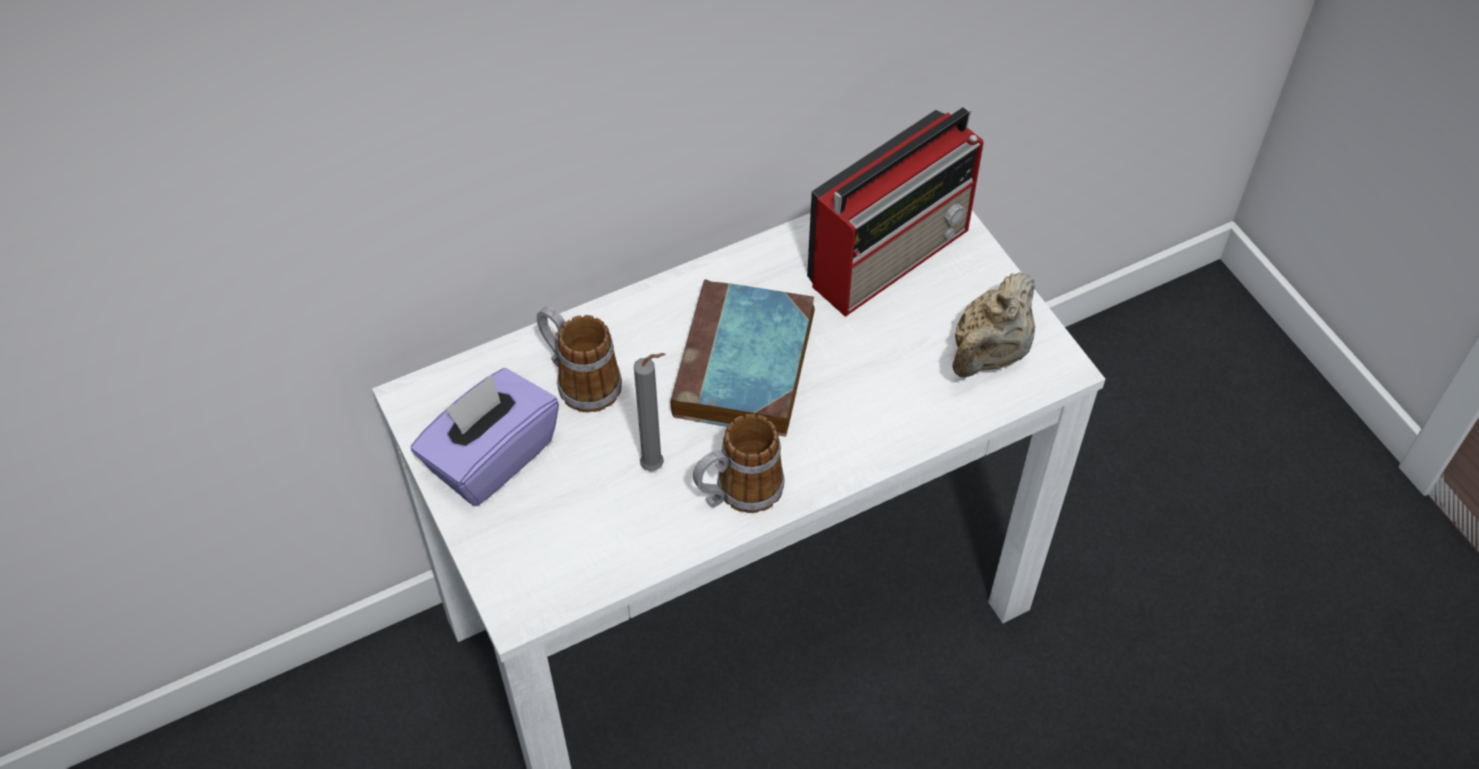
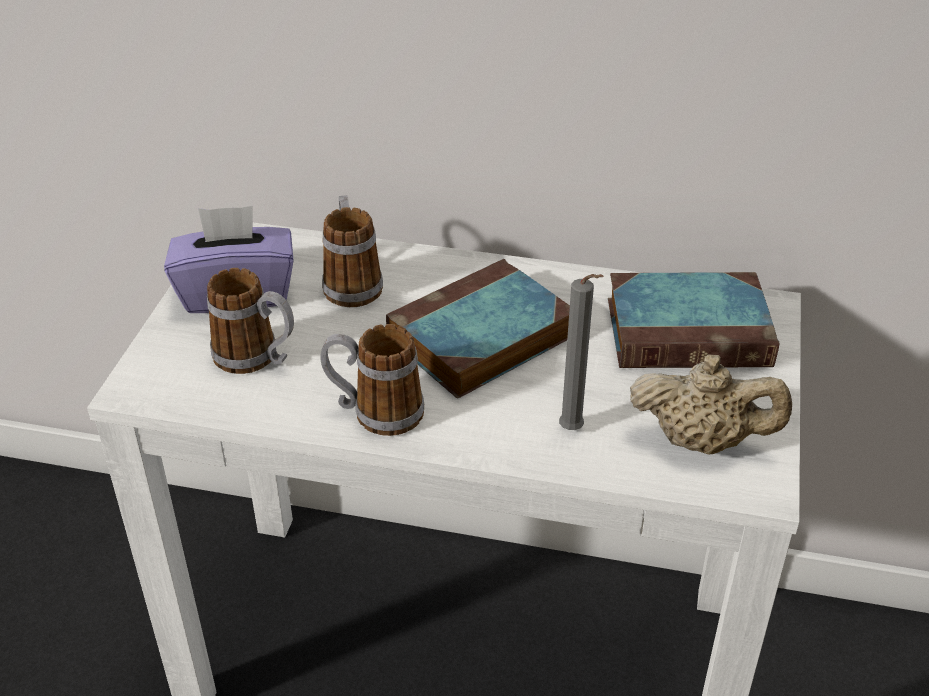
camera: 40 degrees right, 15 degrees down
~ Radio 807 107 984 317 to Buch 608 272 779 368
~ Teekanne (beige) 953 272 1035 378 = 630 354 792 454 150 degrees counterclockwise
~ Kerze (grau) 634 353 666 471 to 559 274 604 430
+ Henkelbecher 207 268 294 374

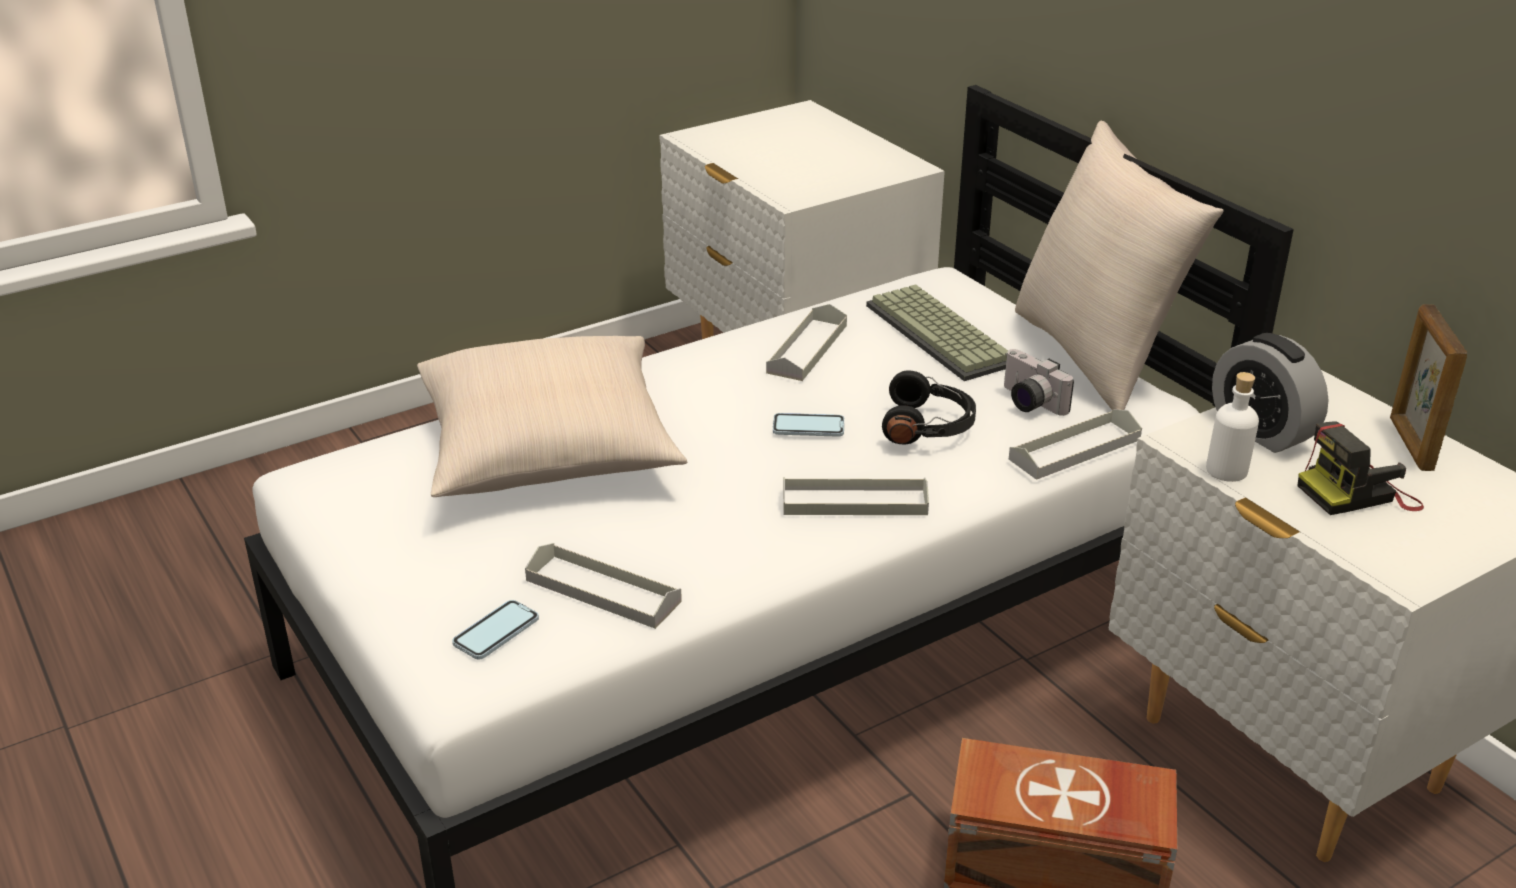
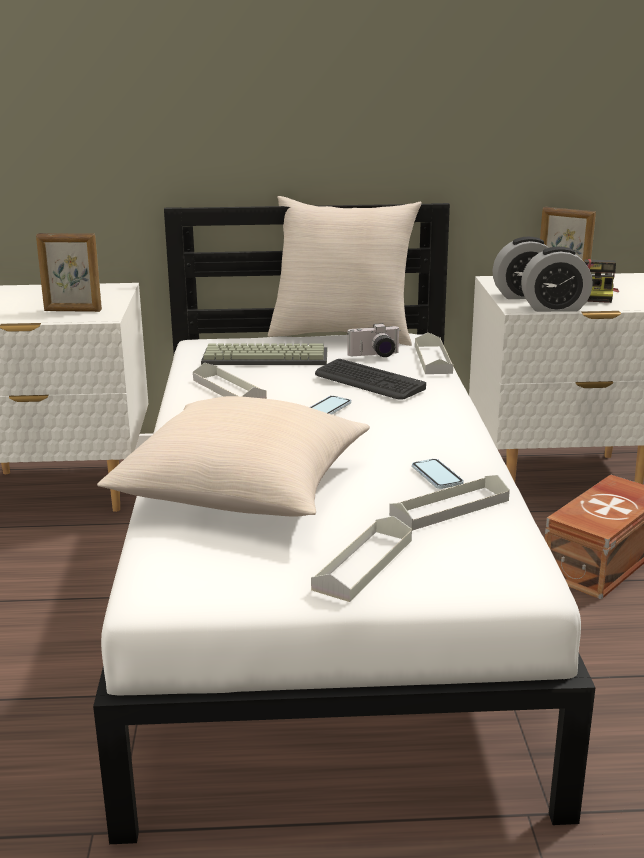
camera: 60 degrees left, 10 degrees down
~ Kopfhörer (schwarz) 882 370 976 444 to Tastatur 315 359 426 400
~ Flasche (weiß) 1206 372 1259 482 to Wecker 521 246 593 312
~ Tablett (grau) 783 477 929 515 to 311 516 412 602
~ Handy 452 600 539 659 to 412 459 464 489
+ Bilderrahmen 36 233 102 312

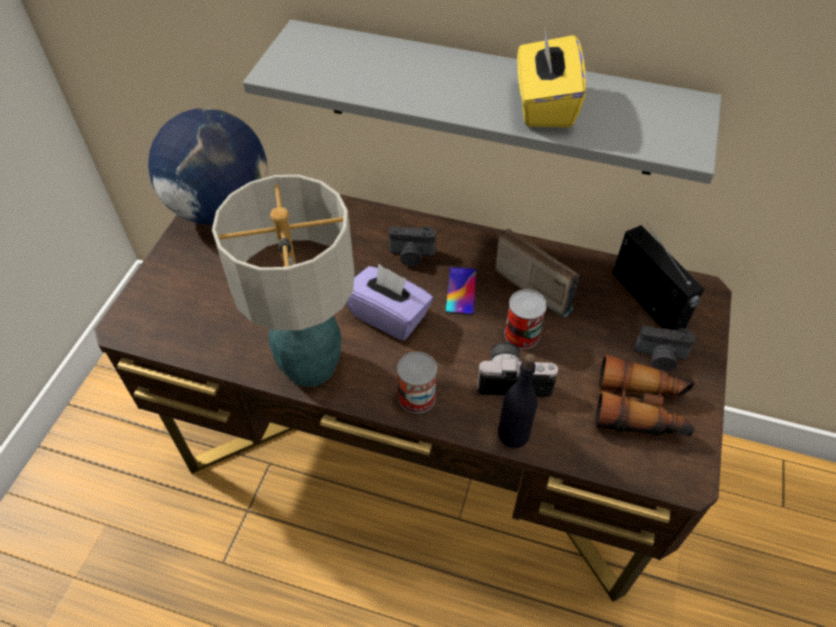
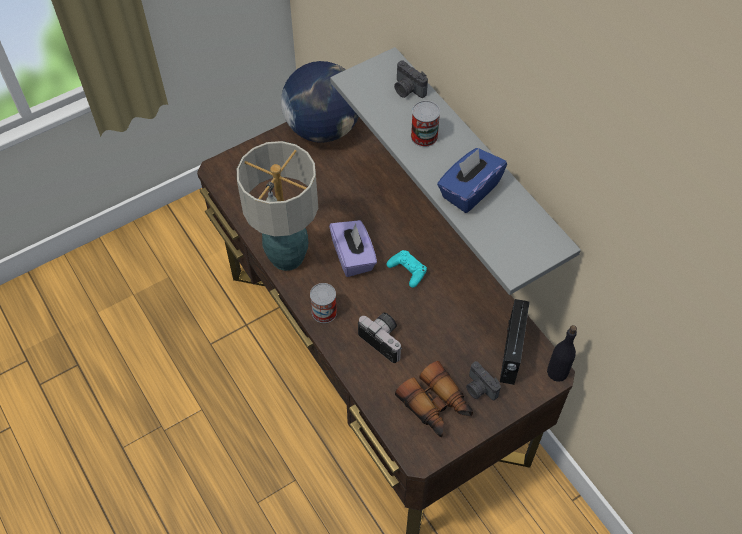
camera: 40 degrees right, 5 degrees up
~ Taschentuchbox (gelb) 517 29 586 128 to Taschentuchbox (blau) 437 148 507 213
~ Kamera 389 226 436 267 to 394 60 428 98
- Radio 495 228 580 318
~ Handy 446 267 477 315 to Gamepad (türkis) 386 250 427 288
~ Dose 504 289 547 349 to 411 100 440 147
~ Flasche (schwarz) 498 354 537 448 to 547 325 577 382

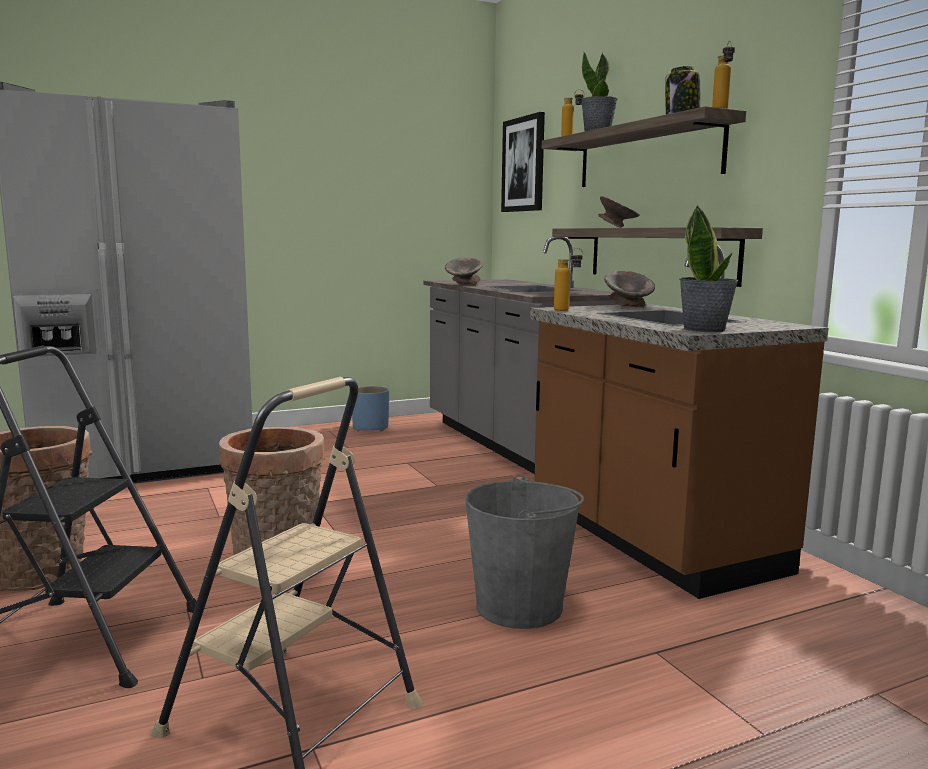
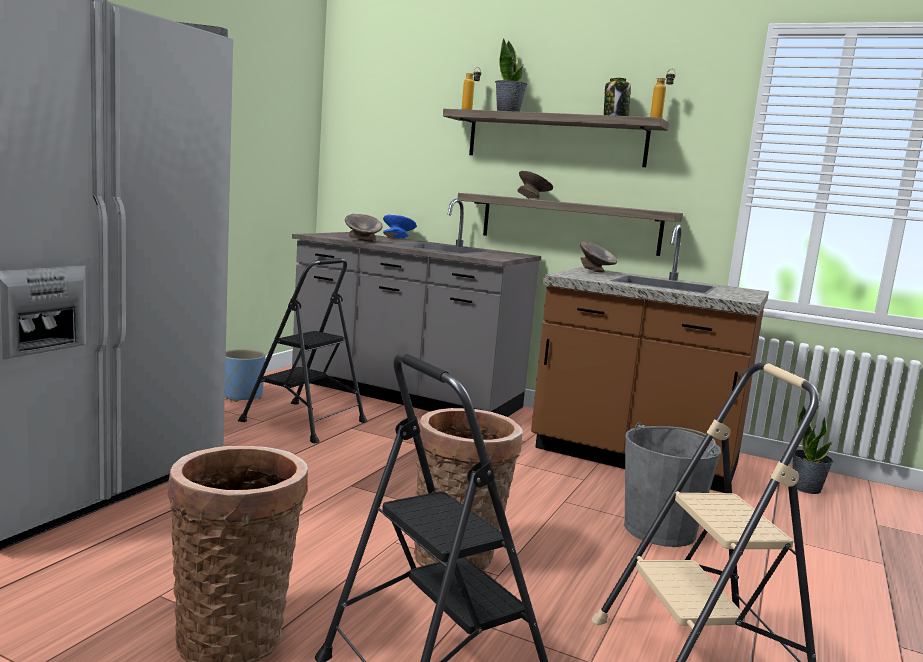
camera: 40 degrees left, 0 degrees up
- Bild 501 112 545 212
~ Topfpflanze 679 204 739 332 to 793 406 833 494
- Flasche 554 248 583 311
+ Schüssel (blau) 383 215 417 238
+ Trittleiter (schwarz) 238 258 368 443

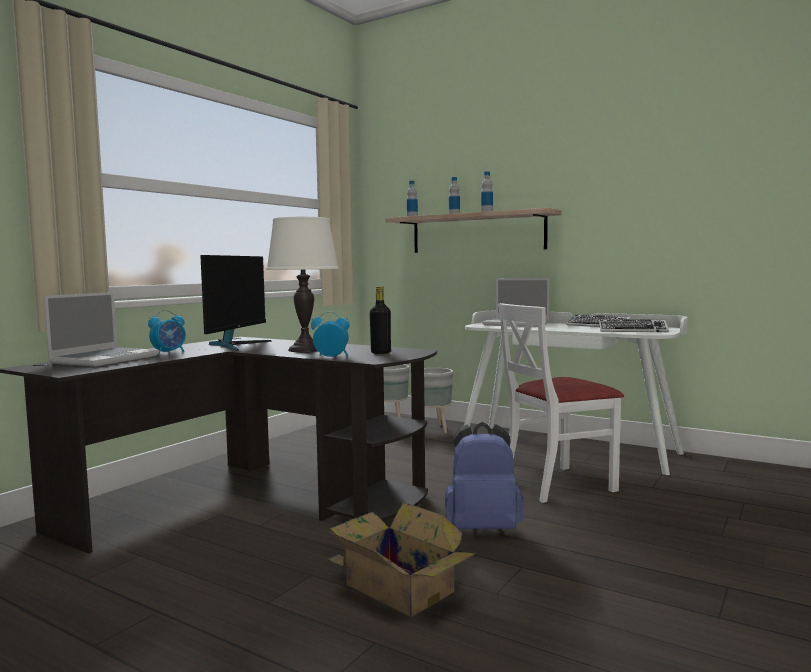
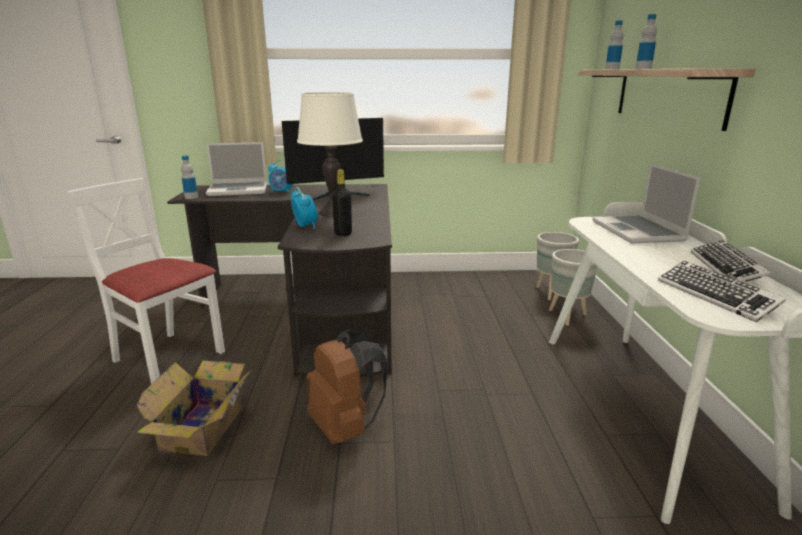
camera: 55 degrees right, 15 degrees up
~ Flasche 481 172 493 212 to 181 155 198 199
~ Stuhl (weiß) 498 303 624 503 to 67 178 225 384
~ Rucksack (blau) 445 422 523 529 to Rucksack (braun) 307 329 387 445

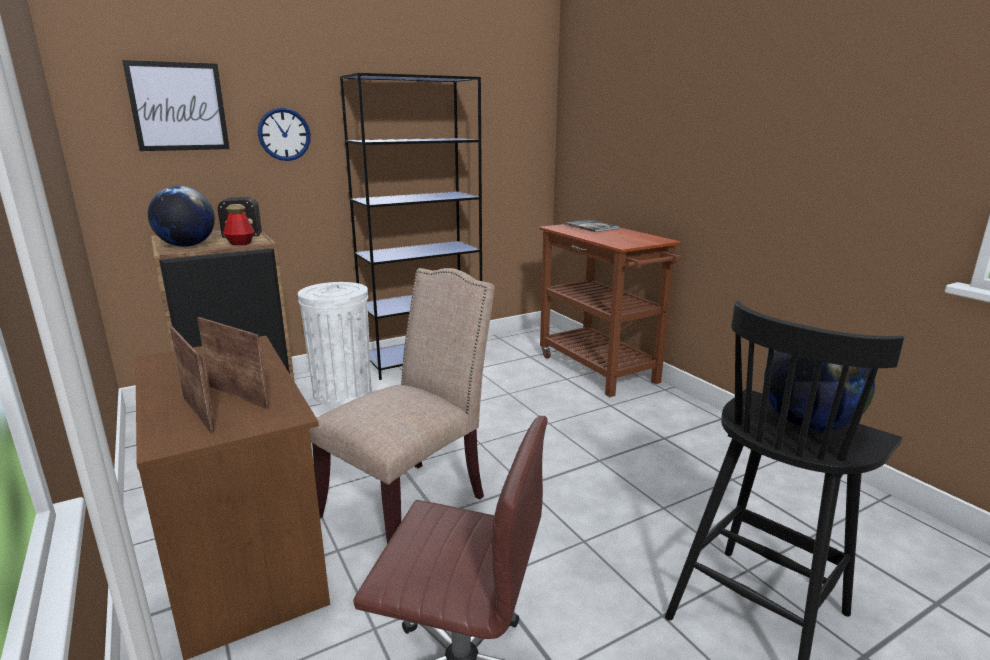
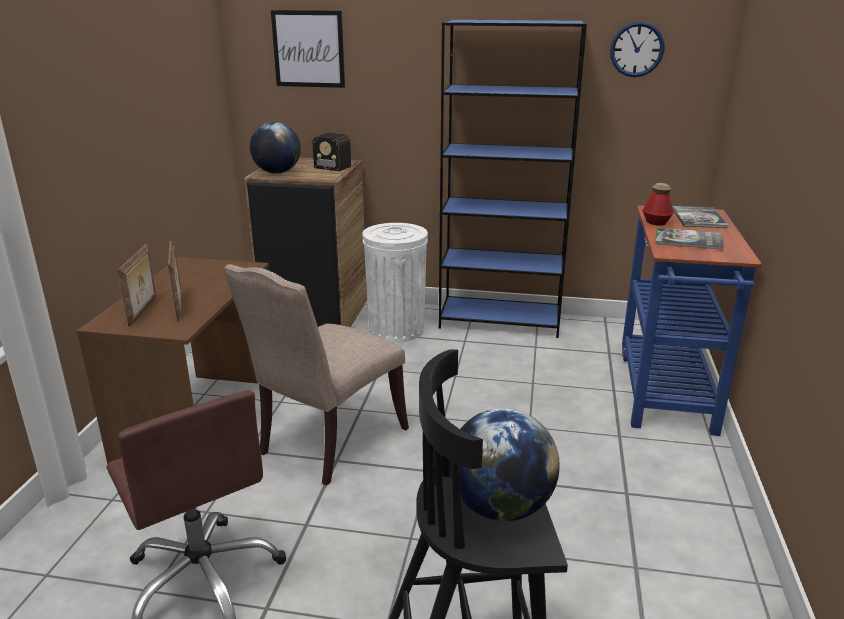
camera: 40 degrees right, 5 degrees up
~ Wanduhr 258 108 311 161 to 610 22 664 77
~ Flasche 223 204 255 245 to 642 183 674 226
~ Rollwagen (braun) 539 224 681 397 to Rollwagen (blau) 622 205 762 436
~ Stuhl (beige) 309 268 495 544 = 223 264 409 486 135 degrees clockwise
+ Buch 655 227 724 250

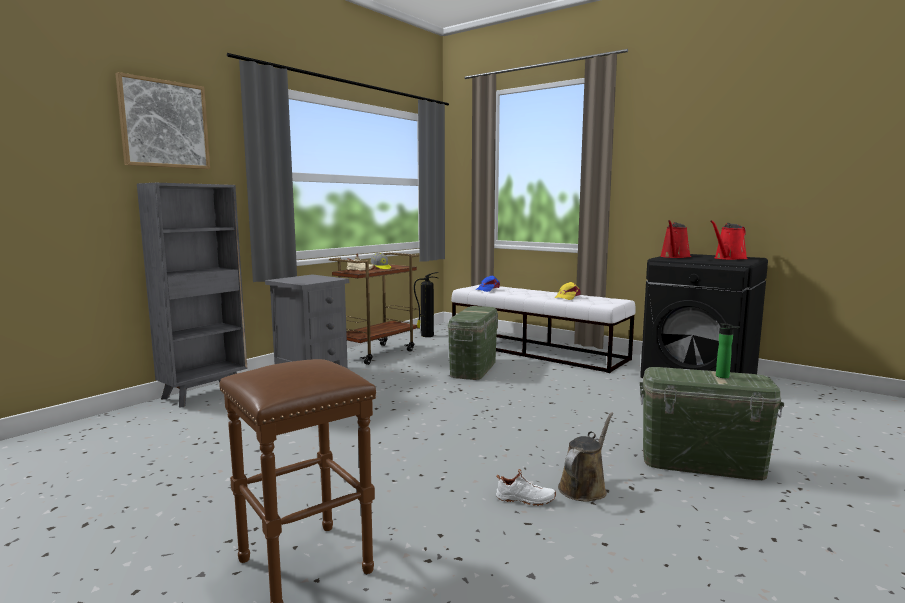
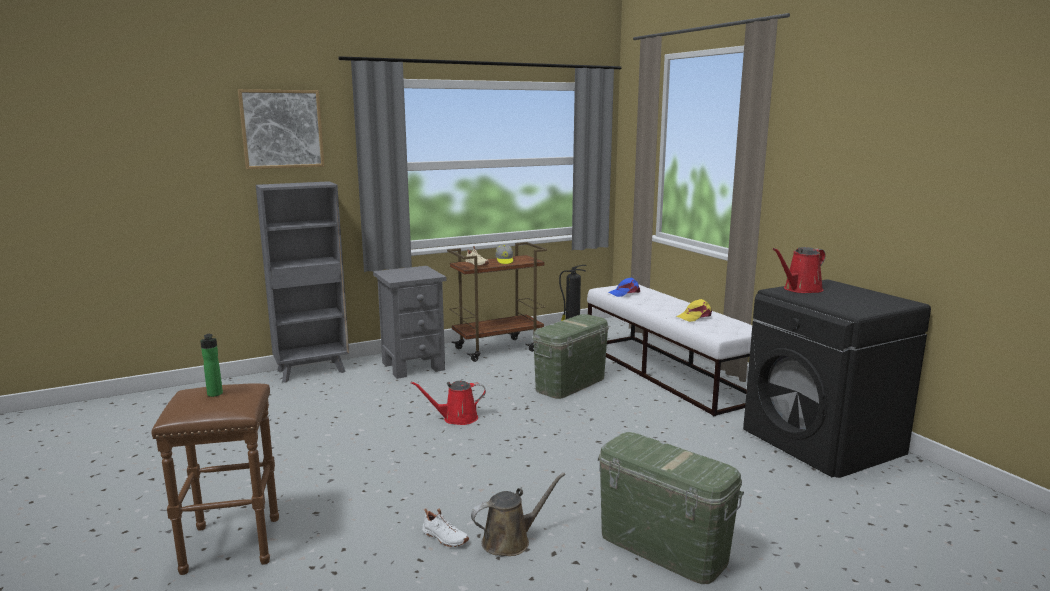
camera: 25 degrees right, 5 degrees up
~ Gießkanne (rot) 710 220 748 260 to 411 381 486 425
~ Flasche 716 323 740 378 to 200 334 223 397

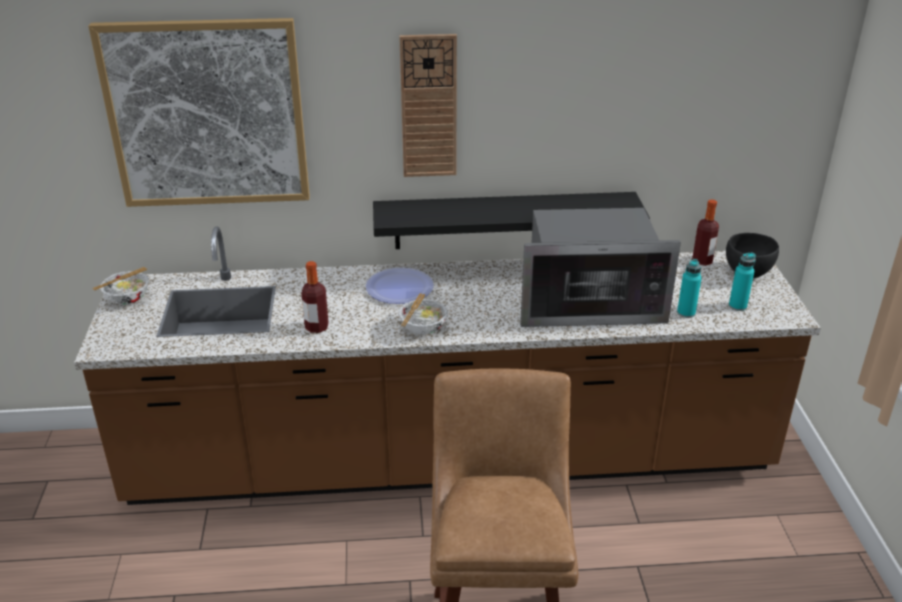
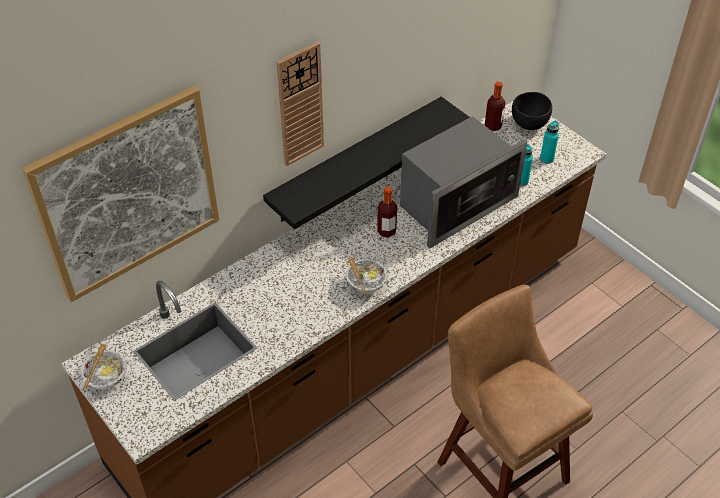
camera: 35 degrees left, 15 degrees up
~ Flasche 301 261 329 333 to 377 186 397 238
- Teller 366 267 434 304

